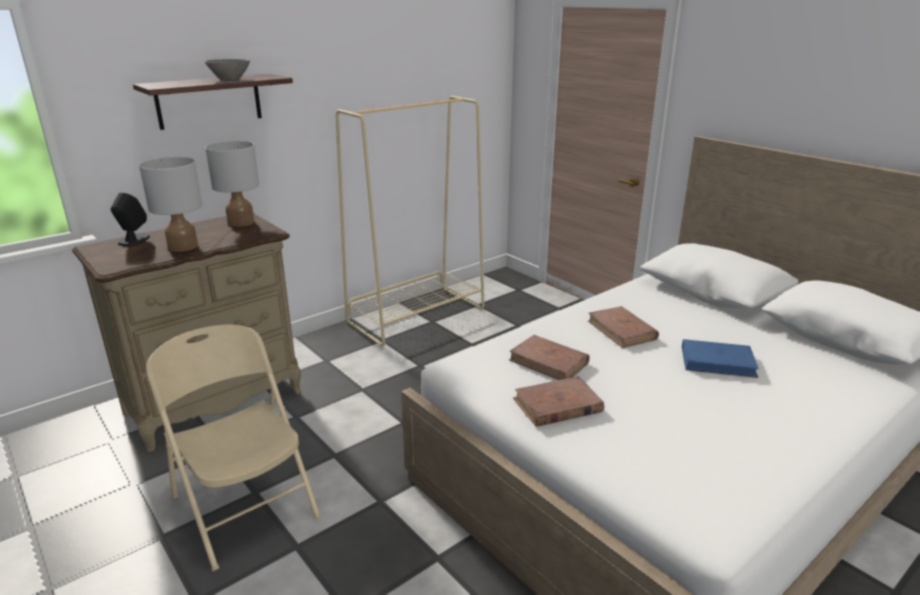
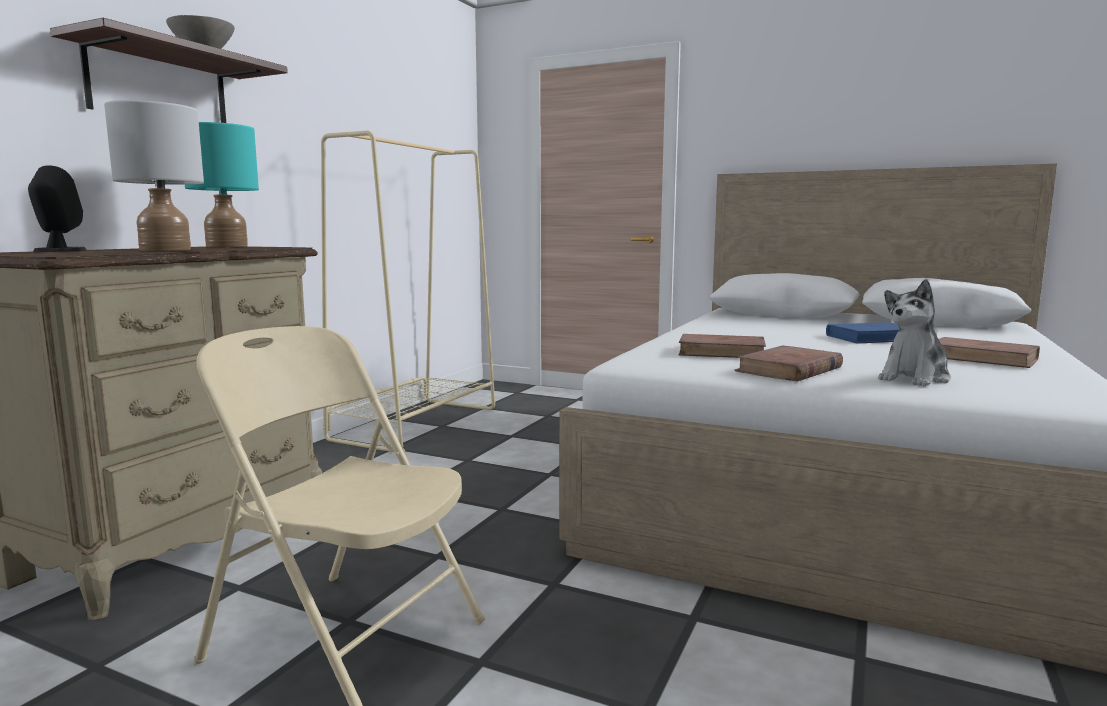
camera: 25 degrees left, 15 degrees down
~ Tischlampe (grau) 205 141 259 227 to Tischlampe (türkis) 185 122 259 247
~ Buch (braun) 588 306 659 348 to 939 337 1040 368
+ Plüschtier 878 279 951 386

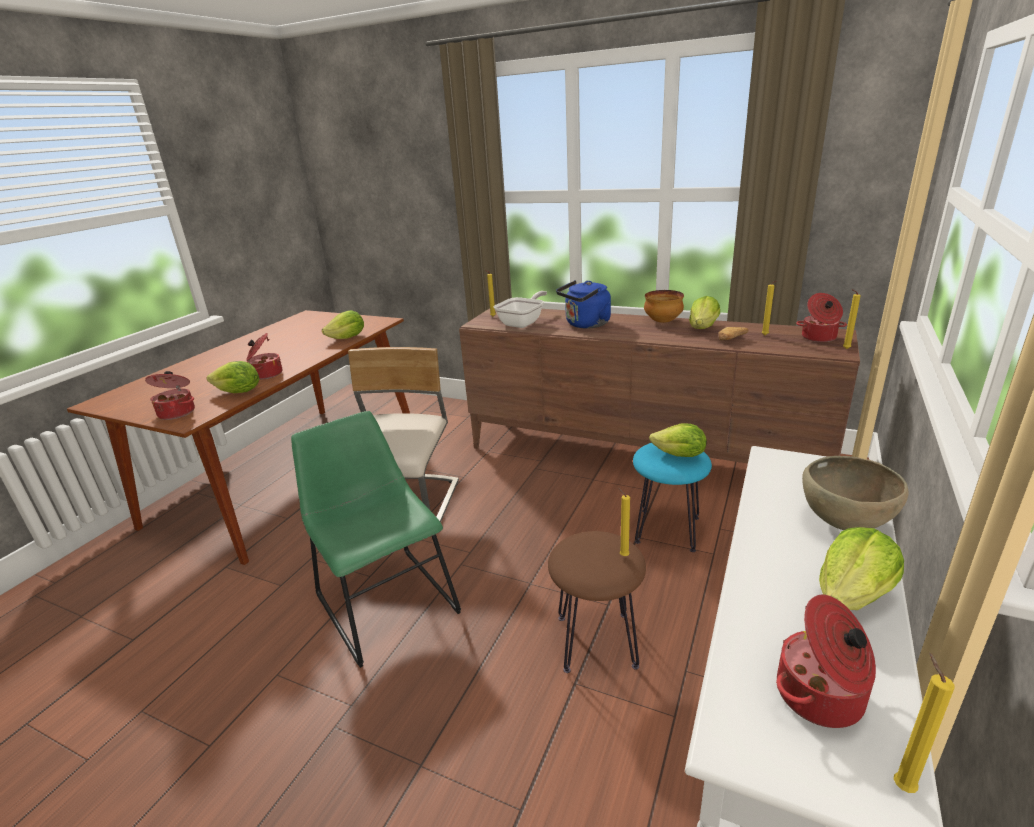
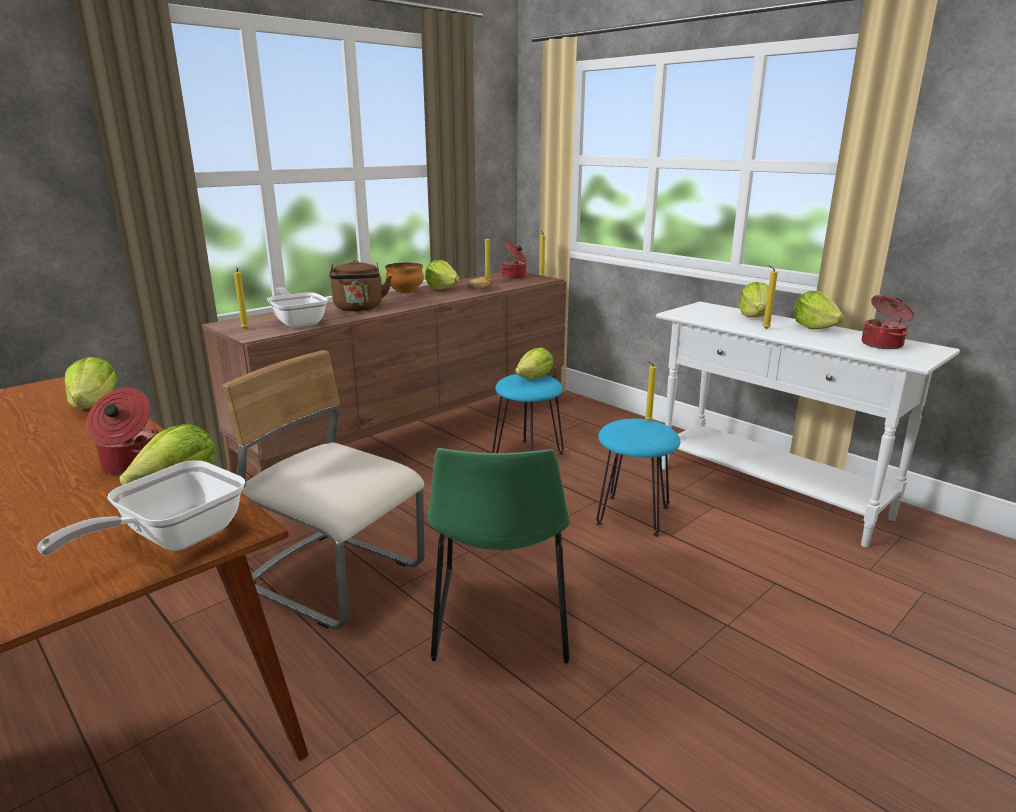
camera: 70 degrees left, 5 degrees down
~ Wasserkessel (blau) 556 280 611 328 to Wasserkessel (braun) 329 260 392 311
~ Kochtopf 145 371 195 420 to Pfanne 37 460 245 556
~ Stuhl (grün) 291 411 461 668 = 428 448 570 663 75 degrees counterclockwise
~ Schüssel (braun) 802 456 908 530 to Salatkopf 738 282 769 318
~ Hocker (braun) 548 531 646 673 to Hocker (türkis) 596 419 680 537
~ Kerze (gelb) 894 653 954 793 to 763 265 778 329

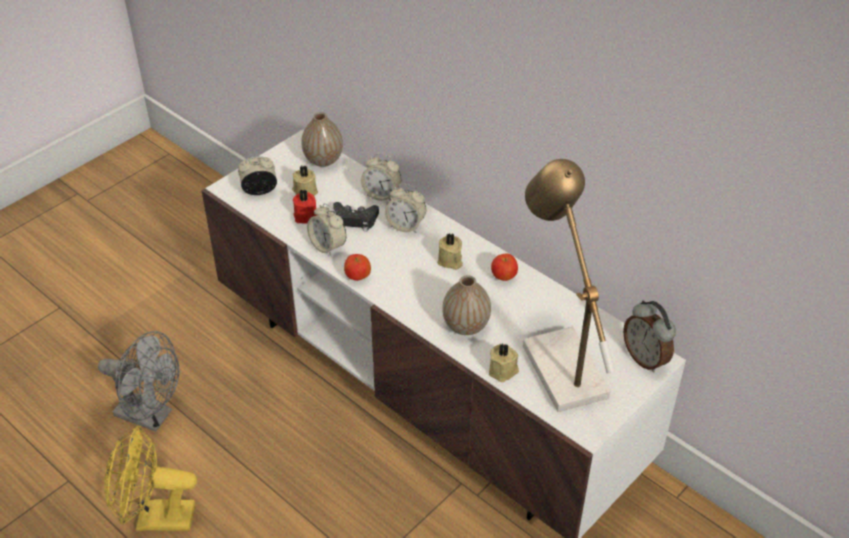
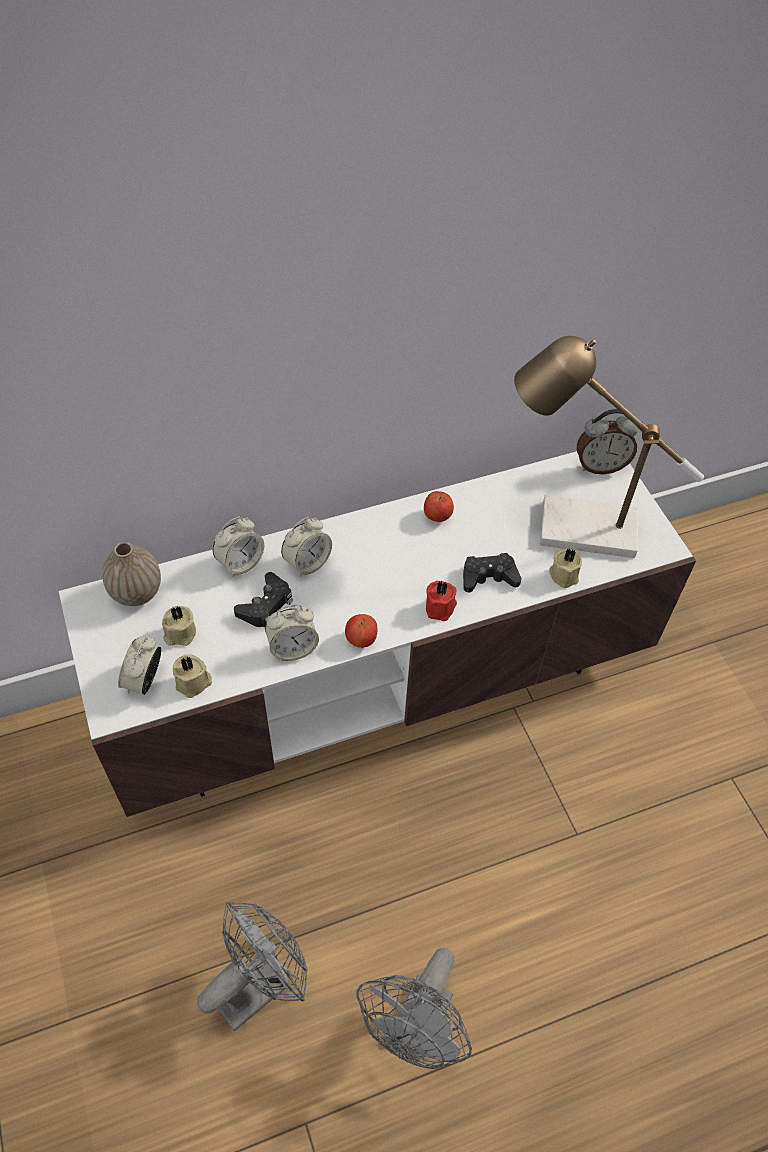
camera: 65 degrees left, 10 degrees up
~ Kerze (rot) 293 189 317 224 to 426 581 457 621
~ Kerze (beige) 437 233 463 270 to 173 654 212 698
~ Vase 442 275 491 335 to Gamepad (schwarz) 463 553 522 592
~ Ventilator (gelb) 104 425 197 531 to Ventilator (grau) 357 948 472 1069

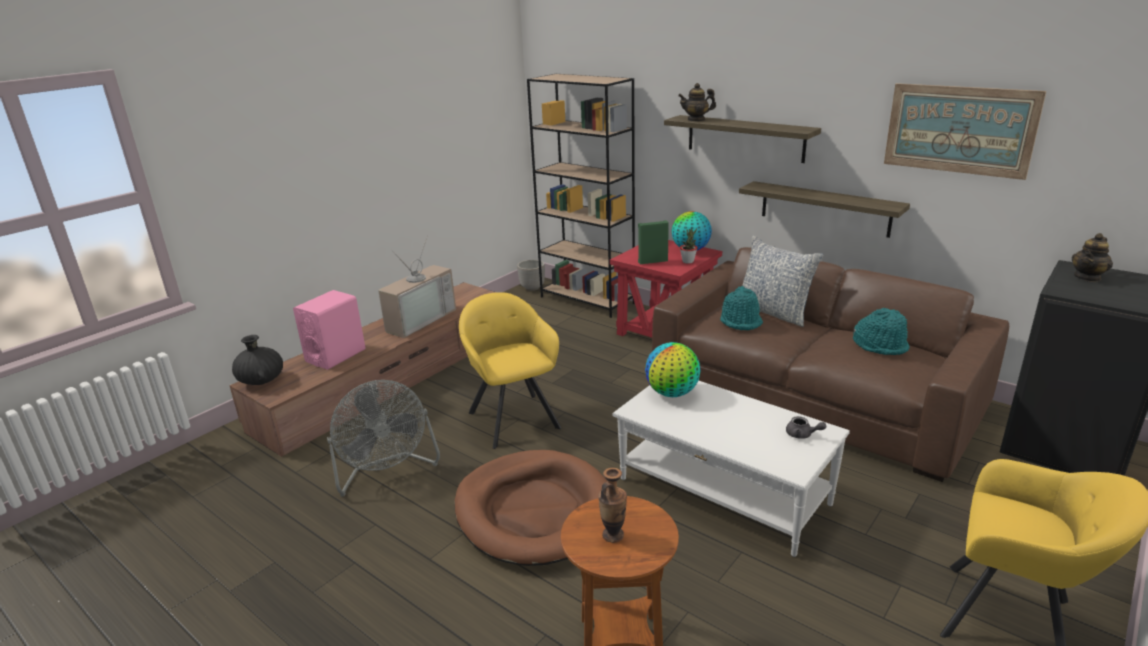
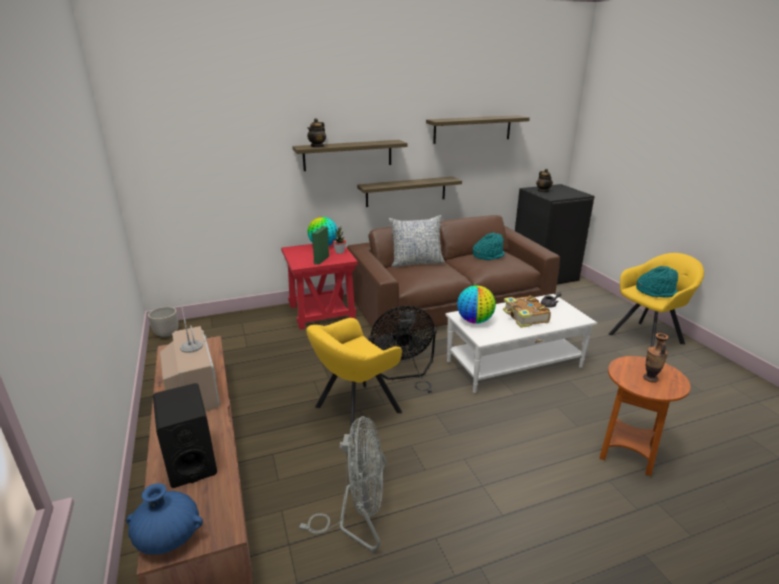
camera: 60 degrees left, 0 degrees up
- Bücherregal (beige) 527 74 635 318
~ Bild 884 83 1046 180 to Wandregal 426 115 530 144
~ Hut (türkis) 720 286 763 330 to 636 266 678 298
~ Lautsprecher (rosa) 293 290 366 370 to Lautsprecher (schwarz) 153 383 217 488
~ Sessel (gelb) 459 292 562 449 = 306 318 402 440 45 degrees counterclockwise
~ Vase (schwarz) 232 335 283 385 to Vase (blau) 126 483 203 555
- Hundebett (braun) 454 450 607 566
+ Buch 503 296 551 328
+ Ventilator (schwarz) 368 306 437 393

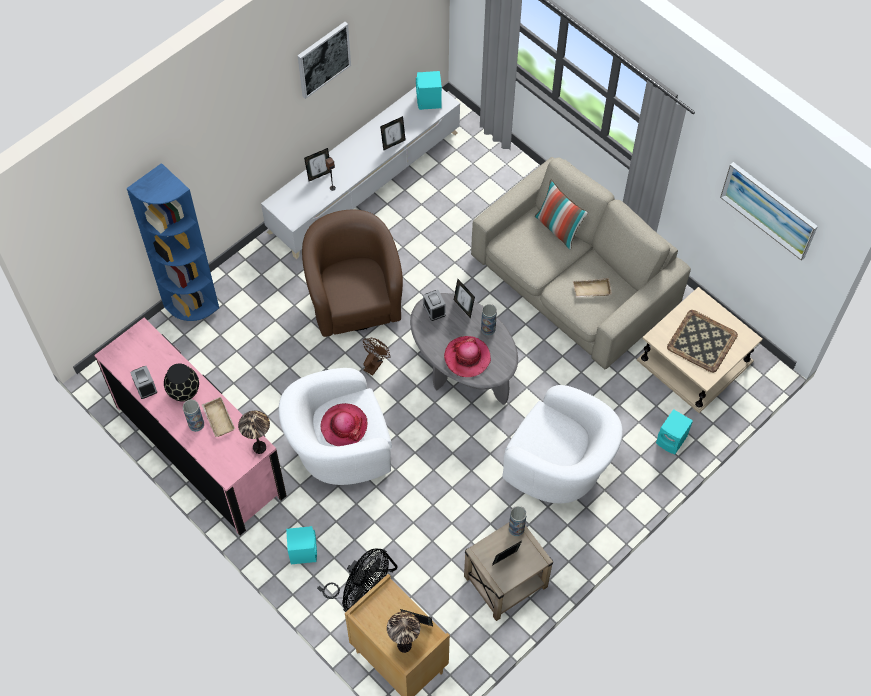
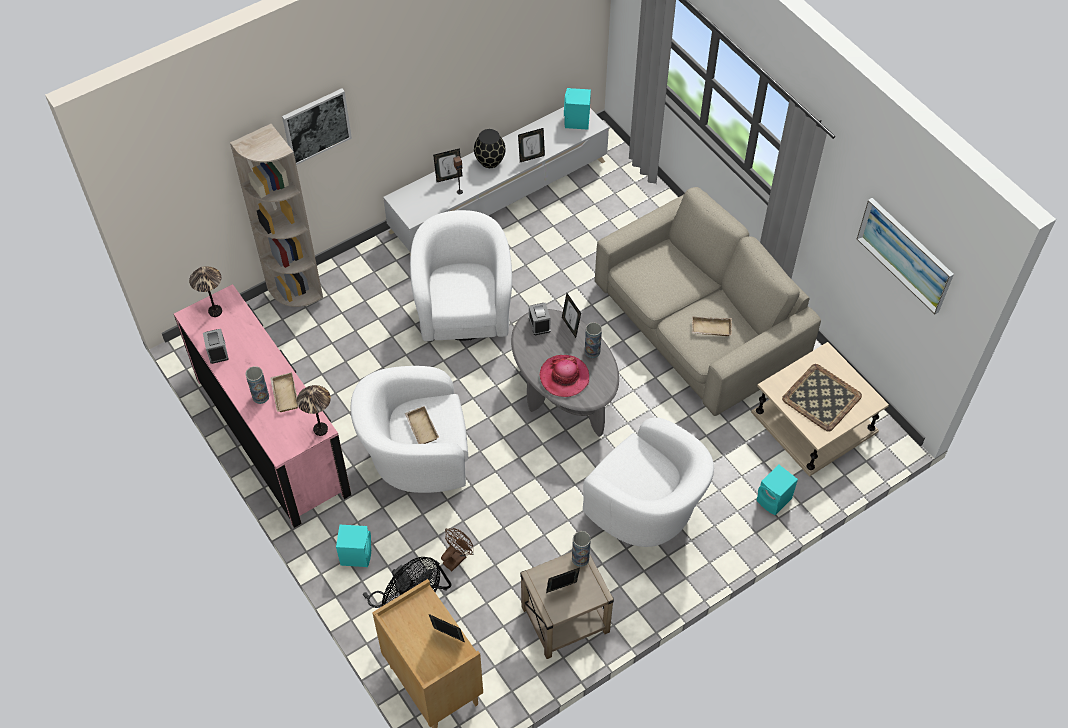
camera: 10 degrees right, 5 degrees down
~ Bild 298 22 351 99 to 282 88 352 165
~ Bücherregal (blau) 127 163 219 321 to Bücherregal (beige) 230 124 323 307
- Kissen 535 180 588 250
~ Sessel (braun) 302 210 403 337 to Sessel (weiß) 410 210 512 341
~ Ventilator (braun) 363 338 391 375 to 441 528 473 571
~ Vase (schwarz) 164 363 199 402 to 474 129 506 168
~ Hut 320 403 367 446 to Tablett (beige) 405 406 439 444
~ Tischlampe 387 612 421 653 to 189 267 222 317

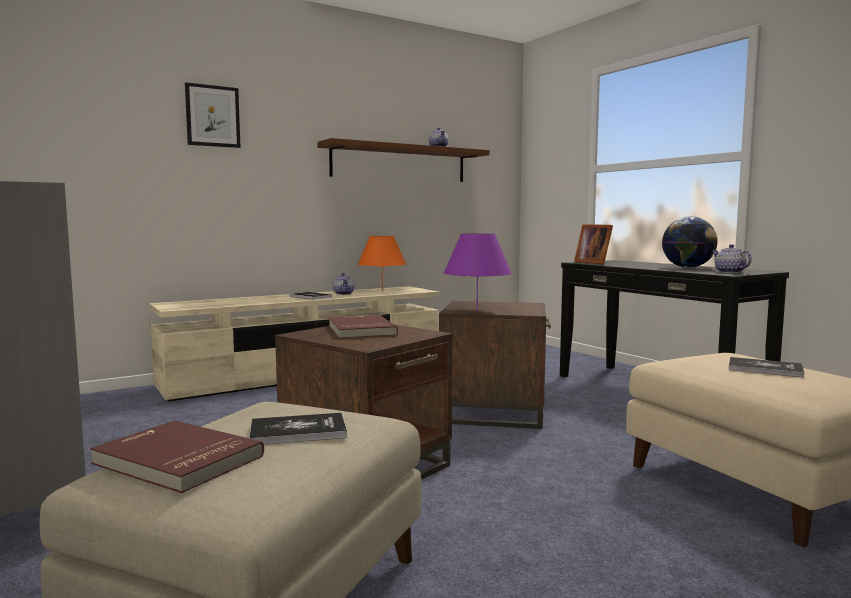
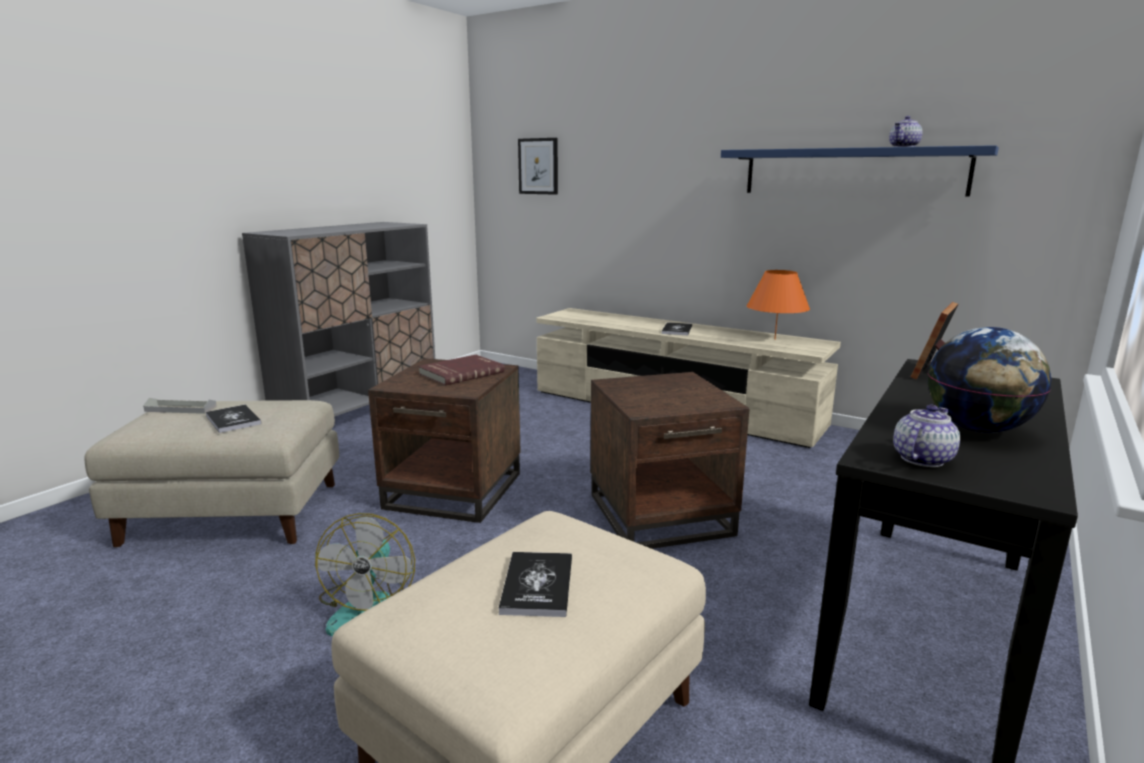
camera: 65 degrees right, 10 degrees up
~ Bild 185 82 241 148 to 518 138 558 195
~ Wandregal (braun) 317 138 490 182 to Wandregal (blau) 721 145 999 197
- Tischlampe (lila) 443 233 512 310
- Teekanne 333 273 354 295
~ Buch (rot) 90 420 264 493 to Tablett (grau) 143 398 217 414
+ Ventilator 315 513 415 636

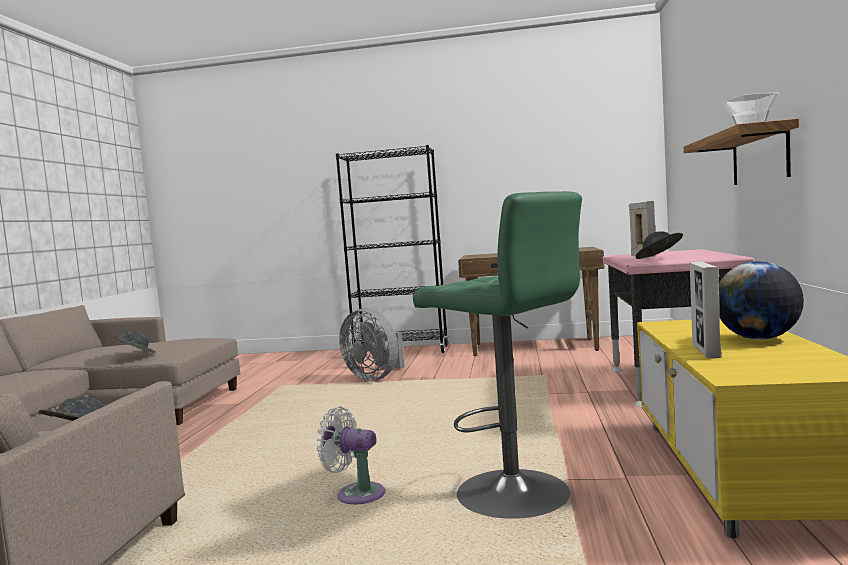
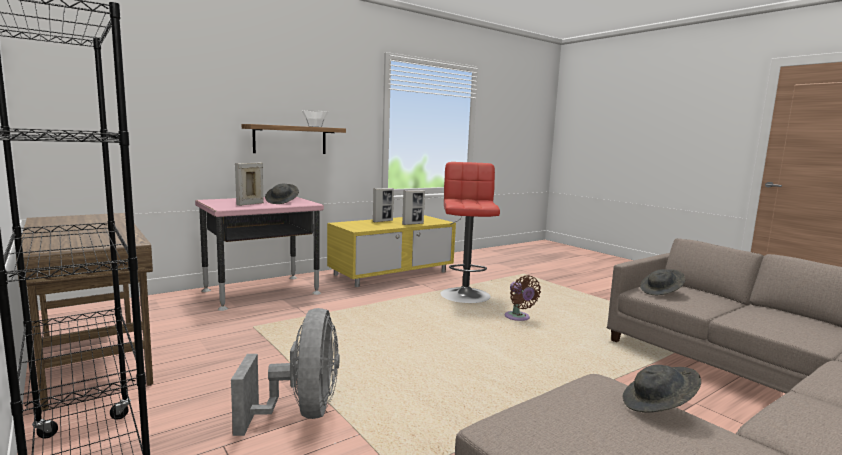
camera: 135 degrees left, 5 degrees up
~ Hocker (grün) 413 191 582 519 to Hocker (rot) 440 162 500 303
~ Globus 719 261 804 340 to Bilderrahmen 373 188 394 222
~ Ventilator (weiß) 316 407 385 504 to Ventilator (braun) 504 275 541 321

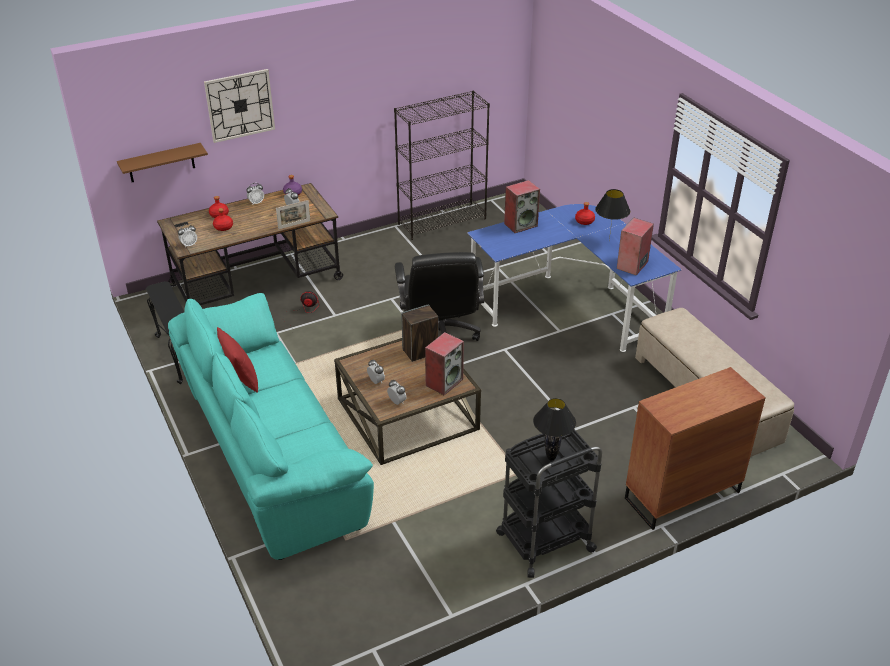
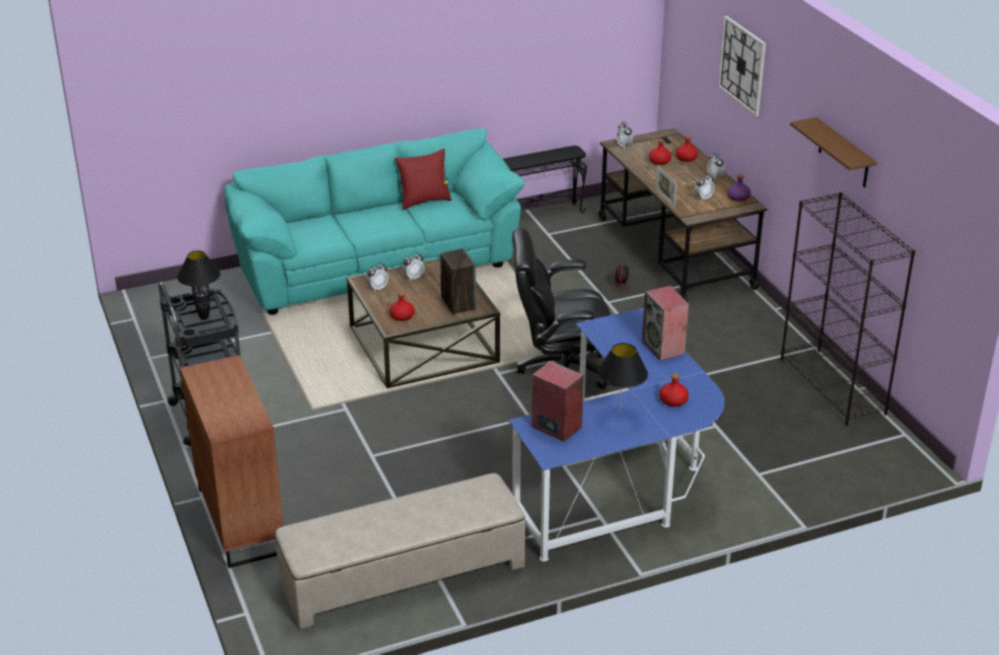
camera: 95 degrees right, 5 degrees down
~ Wandregal (braun) 117 143 208 182 to 790 117 877 188
~ Lautsprecher 425 332 464 396 to Flasche (rot) 389 292 415 321

